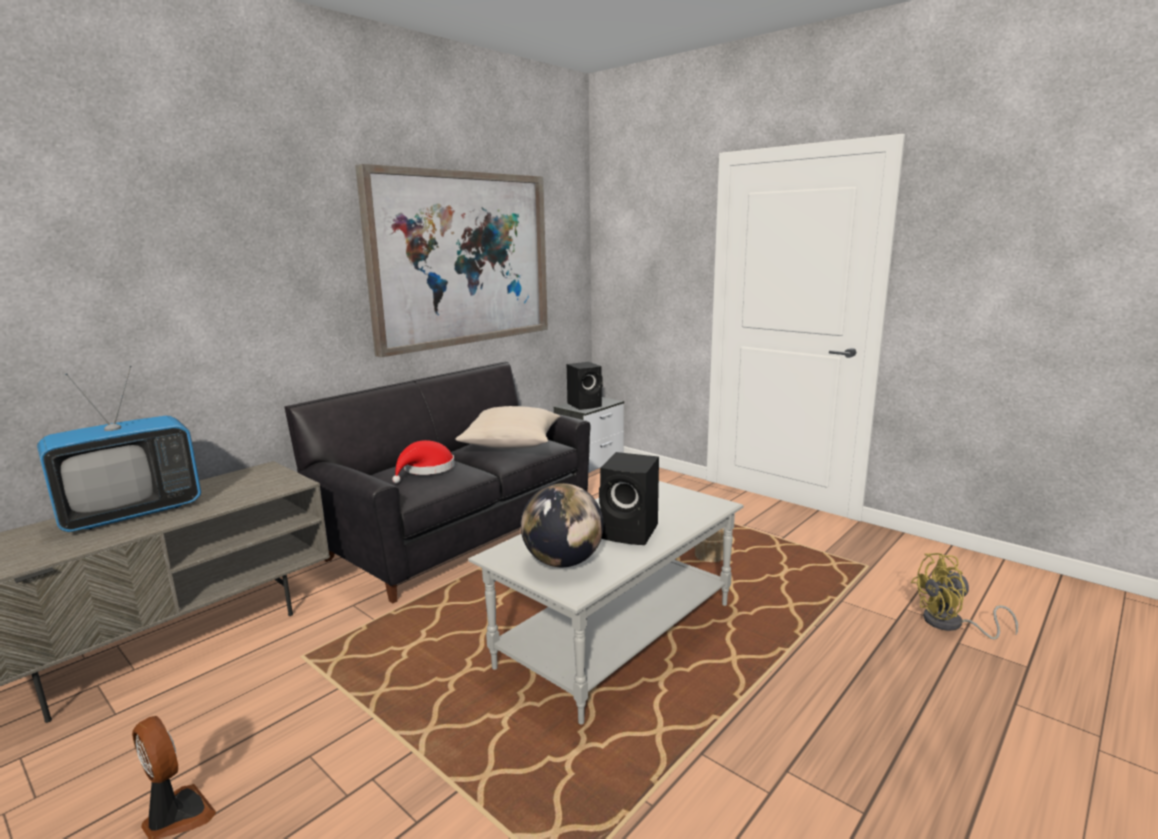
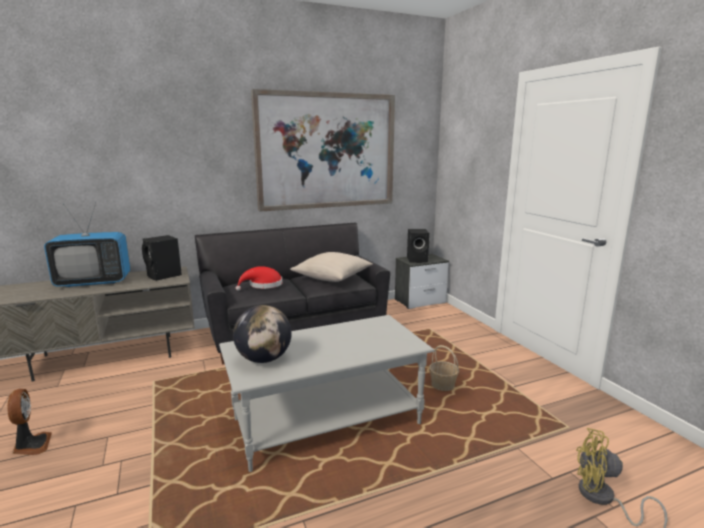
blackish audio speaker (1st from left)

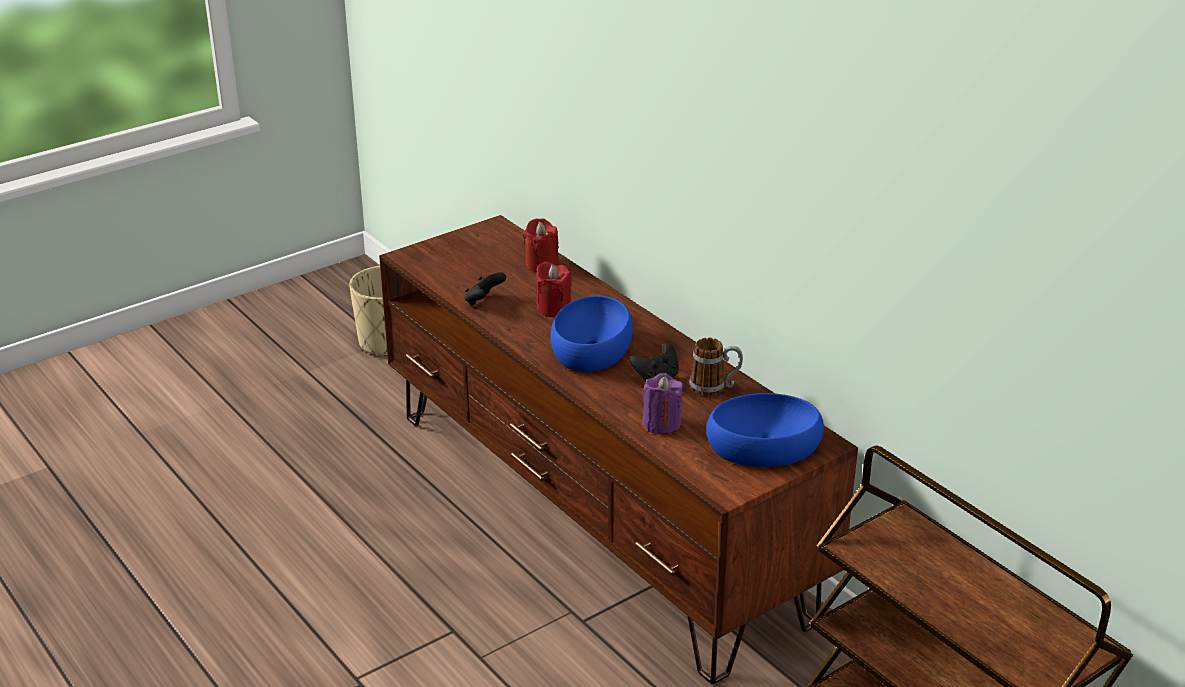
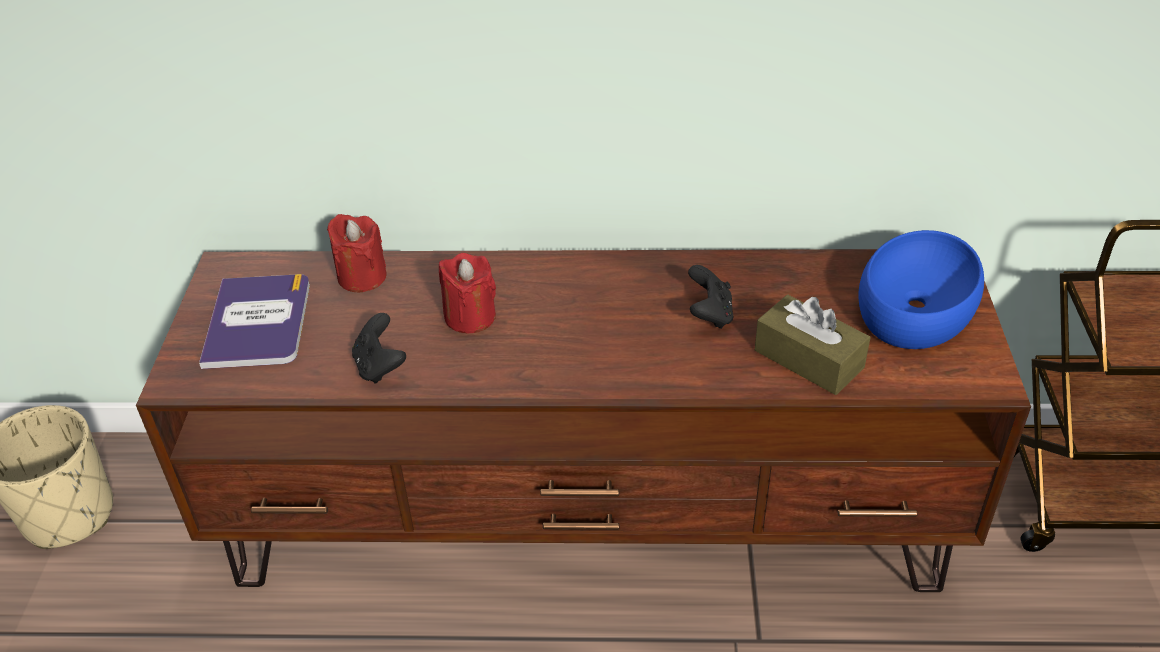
bound book; brown-coloured tissue box; bluish deep dish (1st from left in the first image); mug

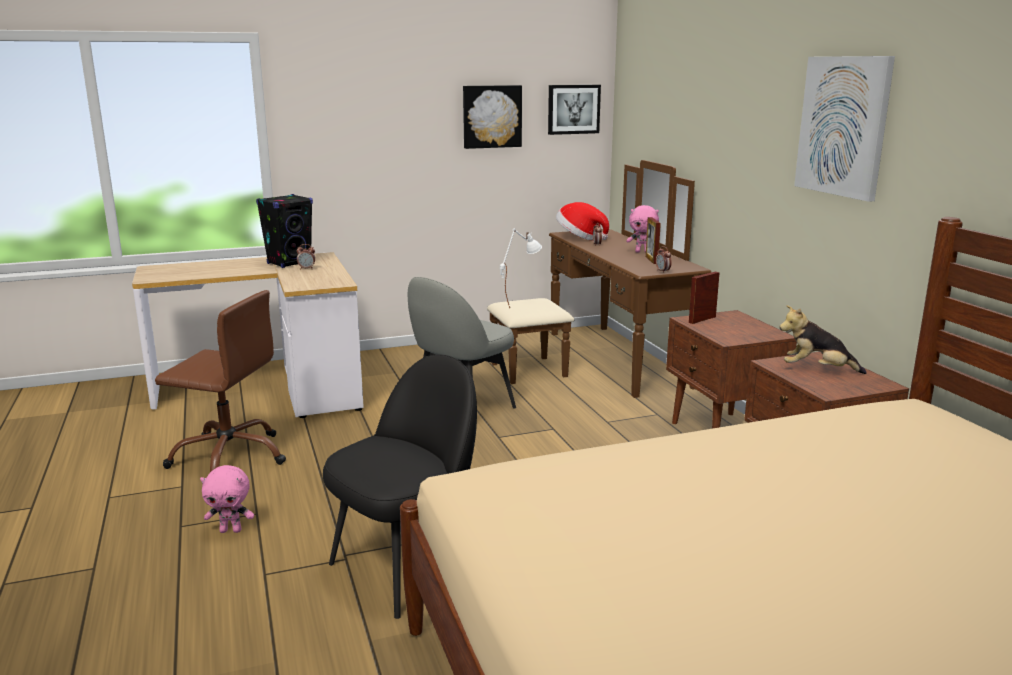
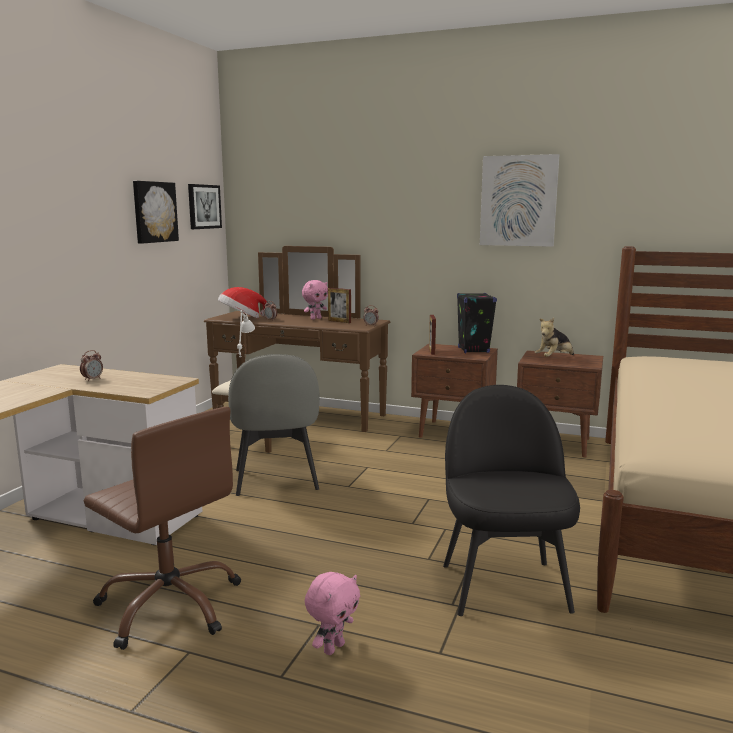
brown-coloured desk chair; blackish audio speaker

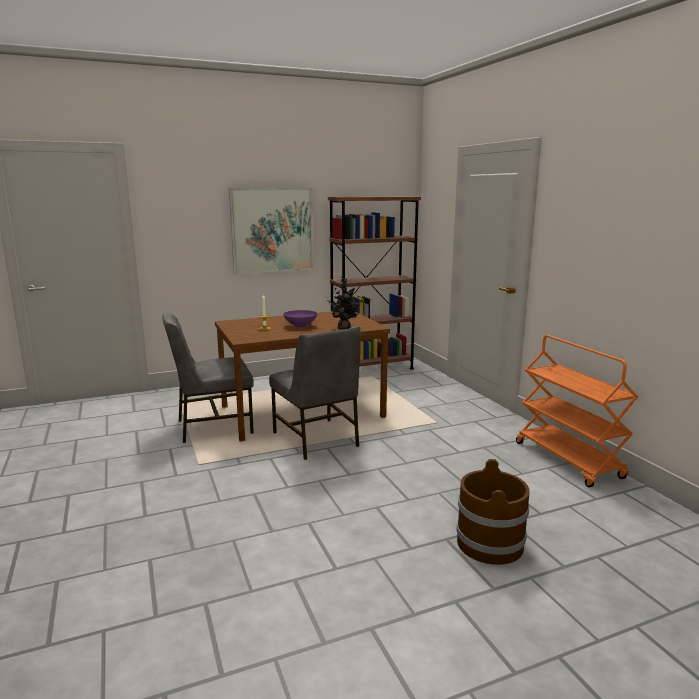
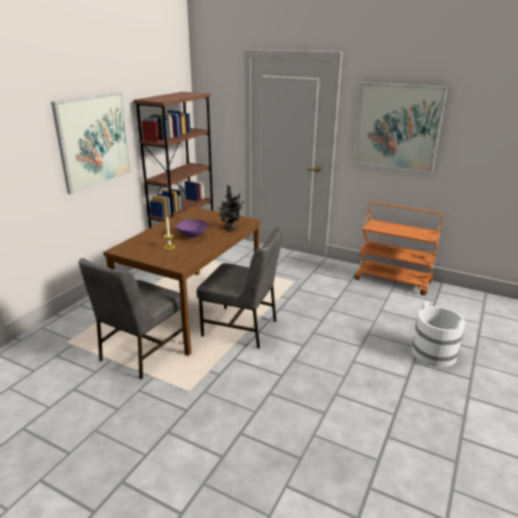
wall art (2nd from left); white water bucket

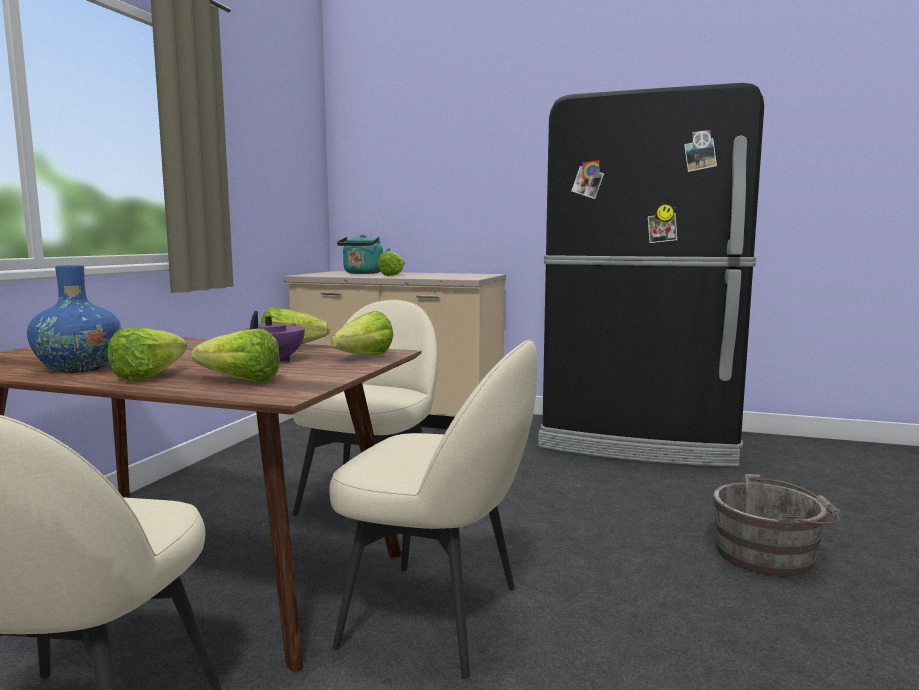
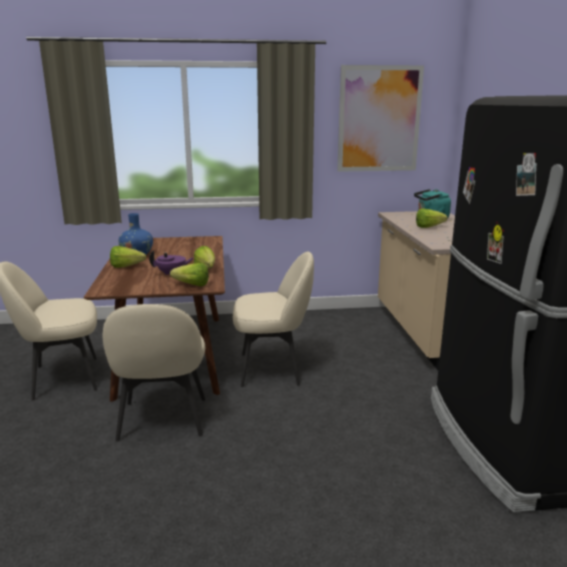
wall art; head of lettuce (2nd from left in the first image); grey water bucket

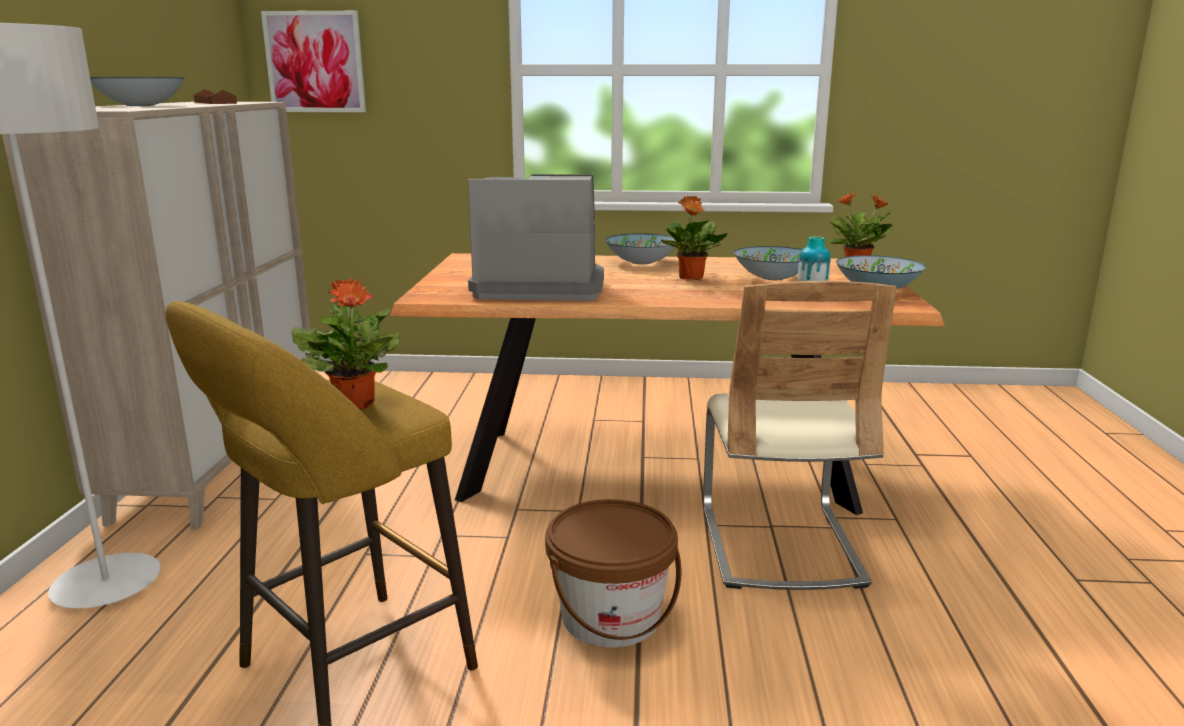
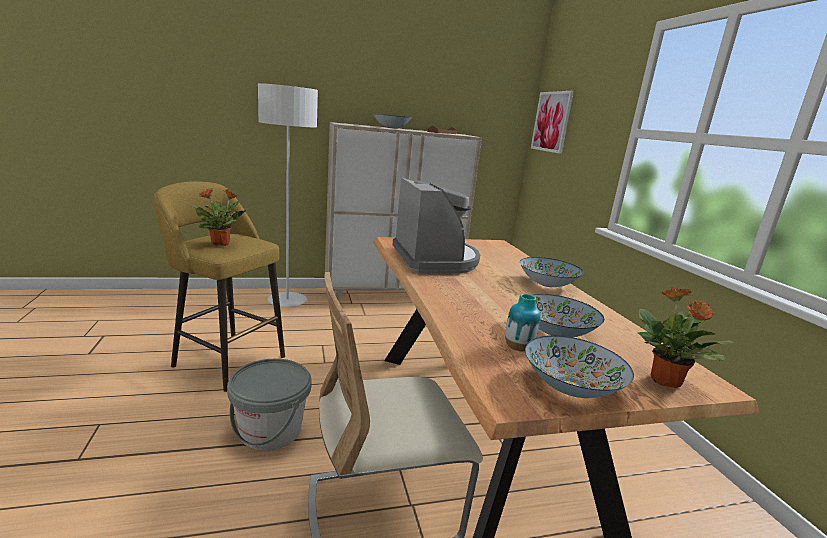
grey water bucket; houseplant (2nd from left in the first image)

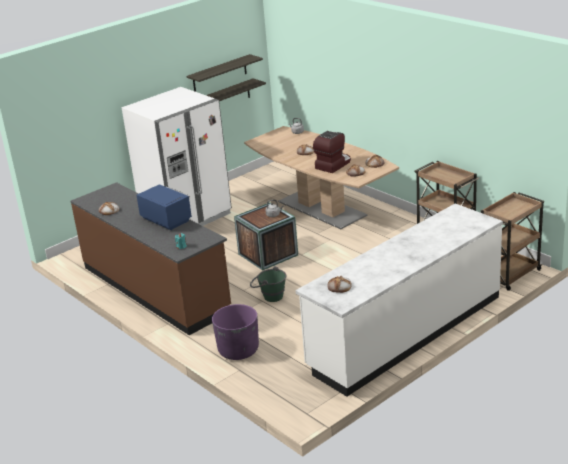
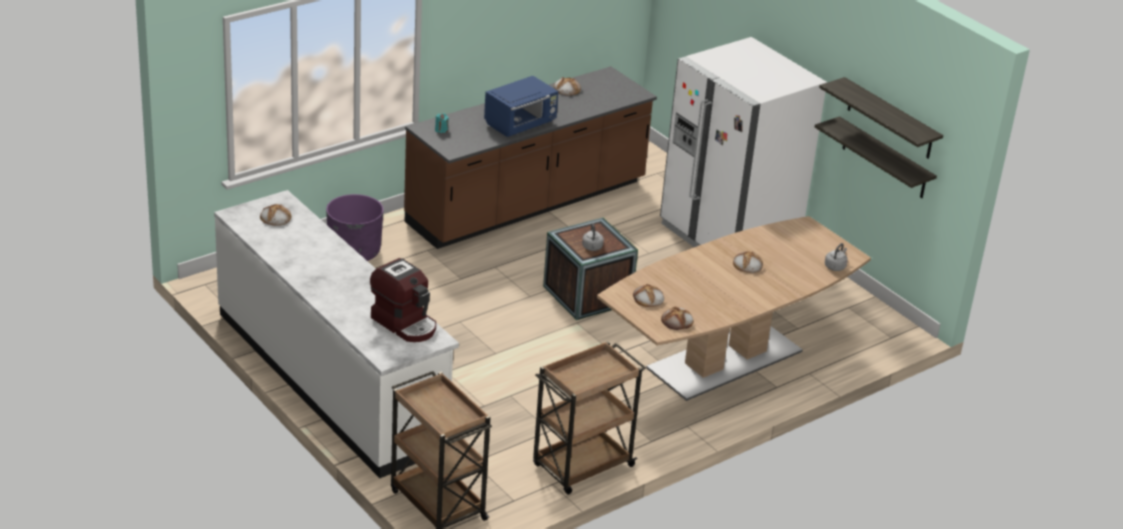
coffee machine; green-coloured water bucket

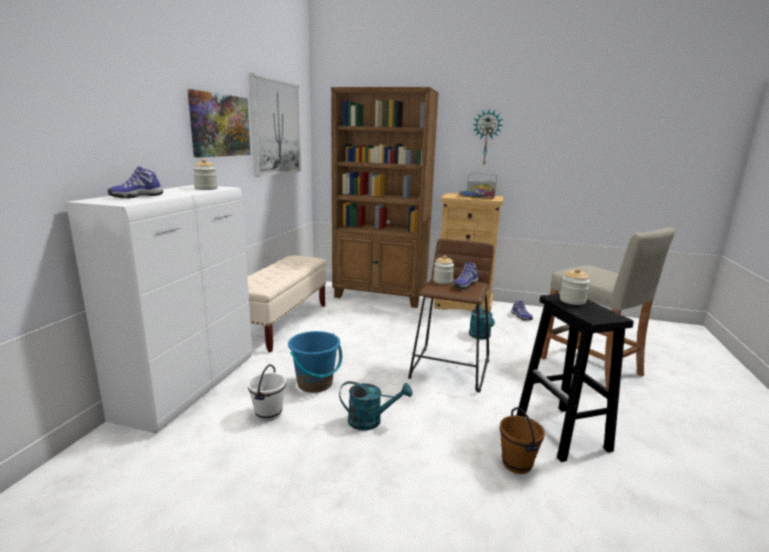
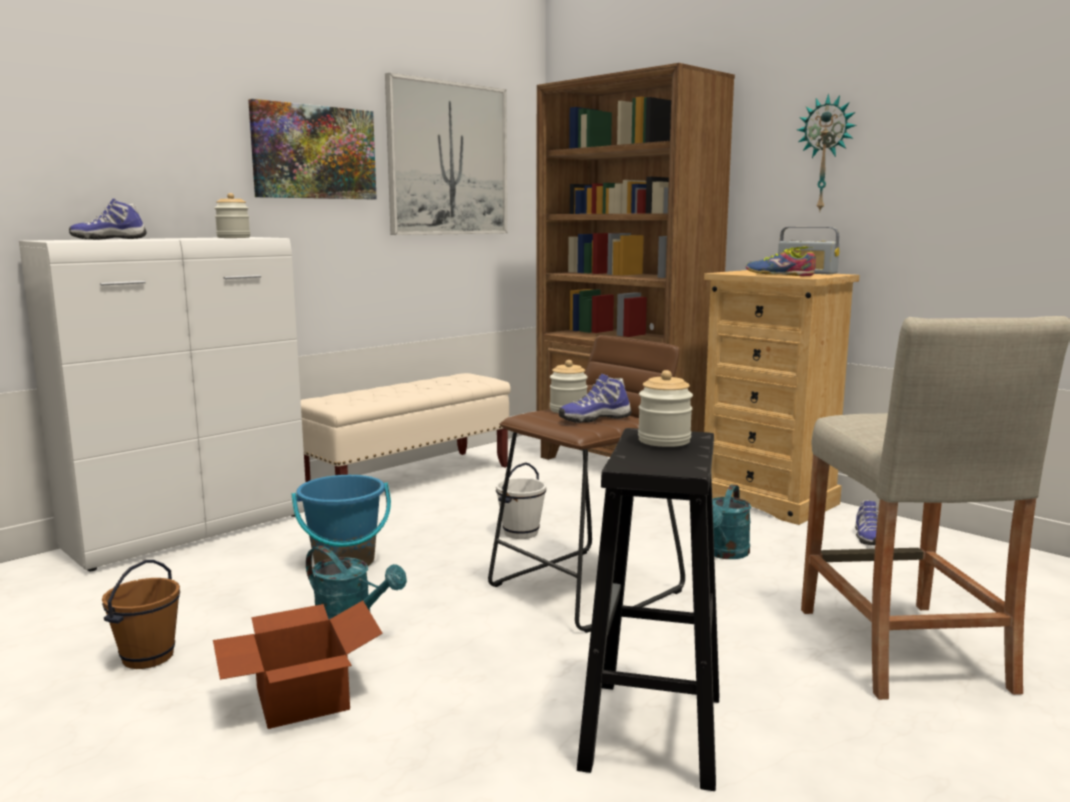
brown-coloured water bucket; cardboard box; white water bucket

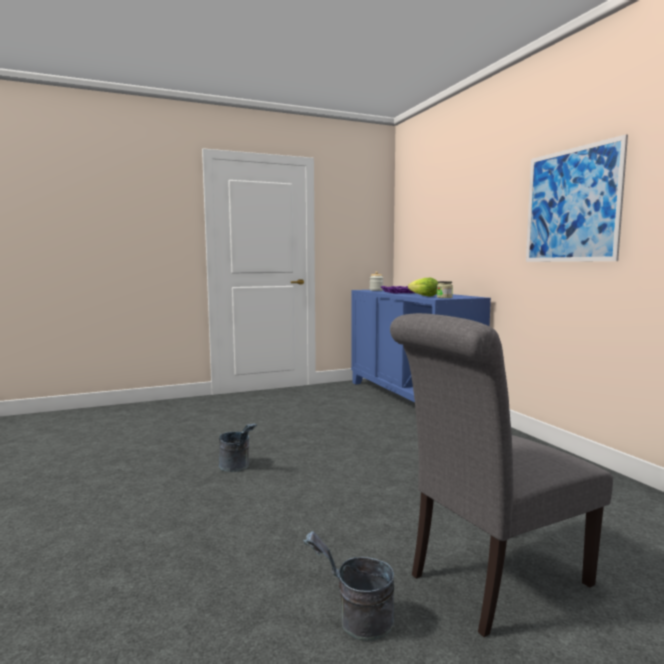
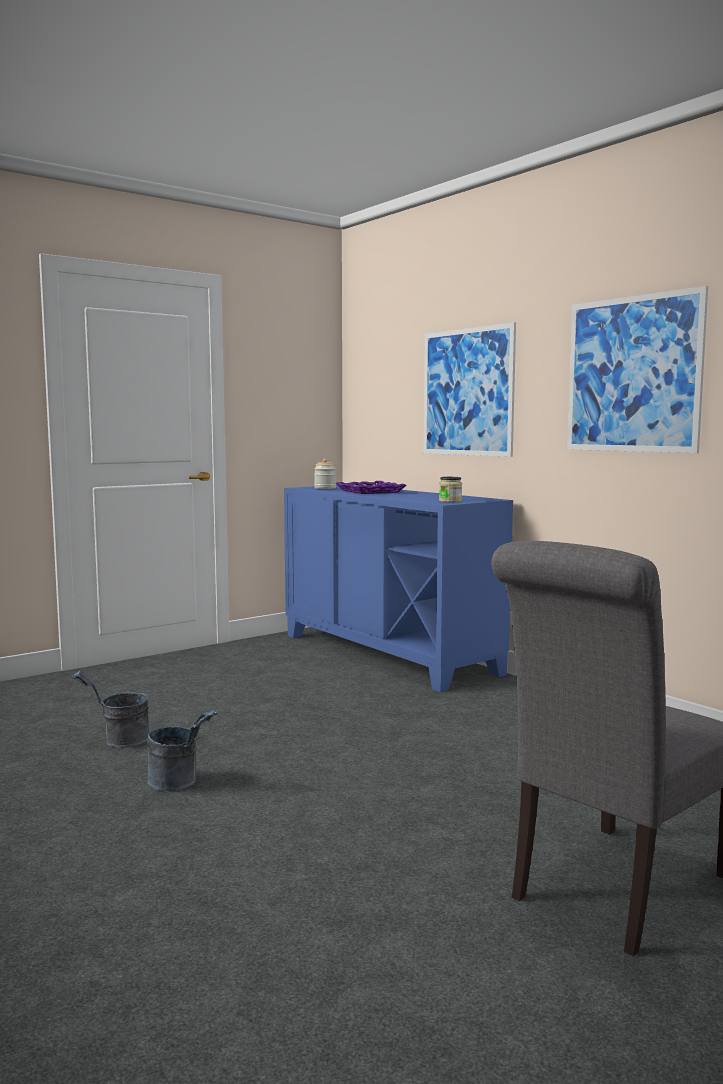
grey water bucket (1st from left); wall art (1st from left); head of lettuce

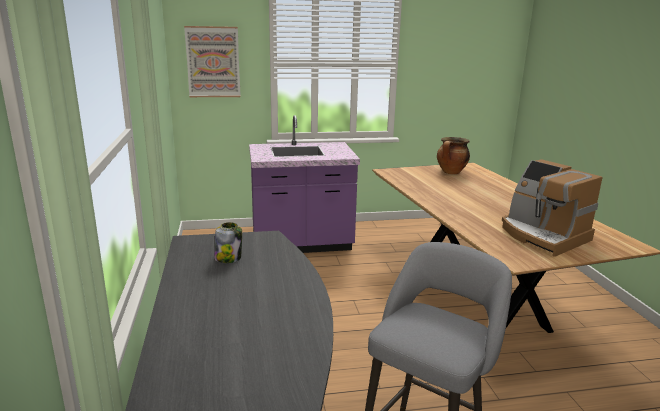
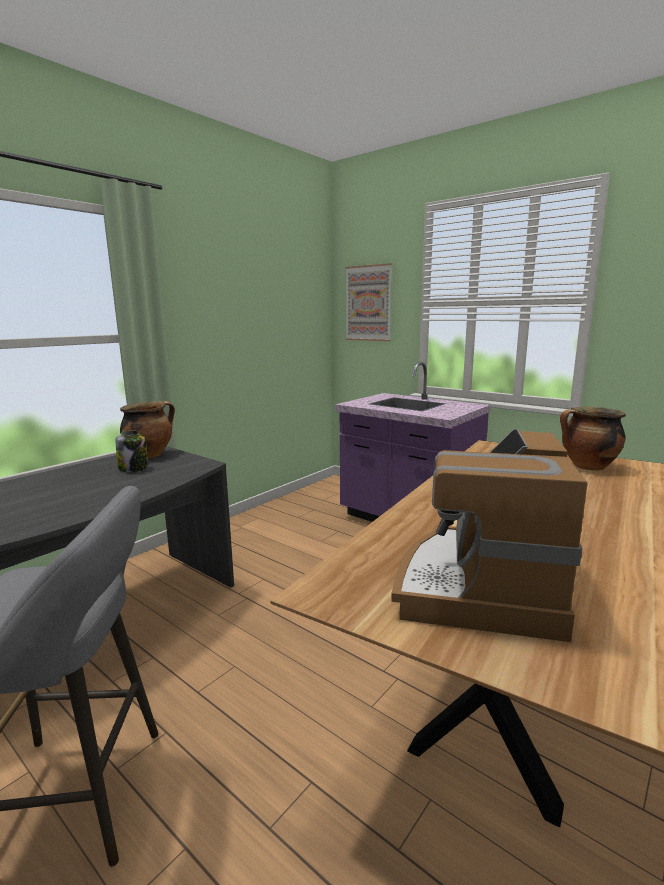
saucepot (1st from left)

